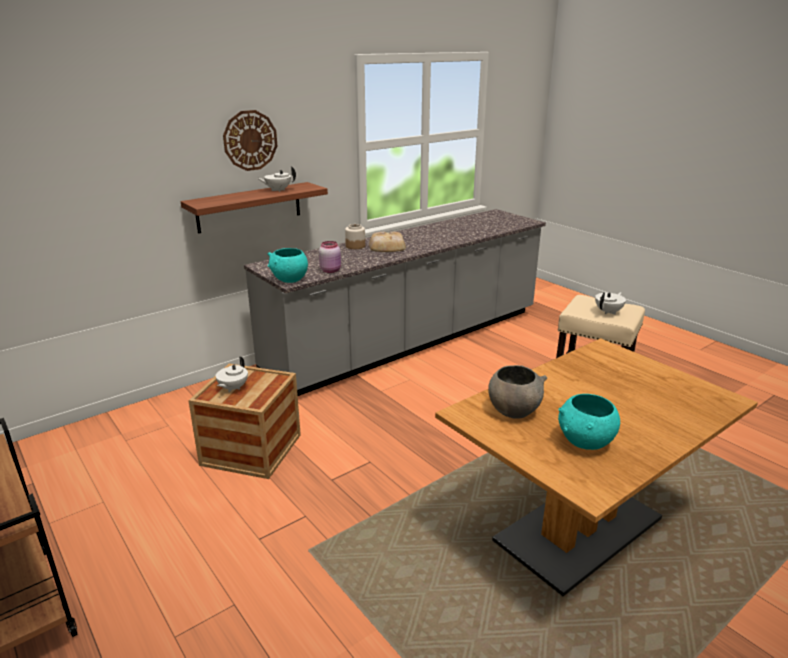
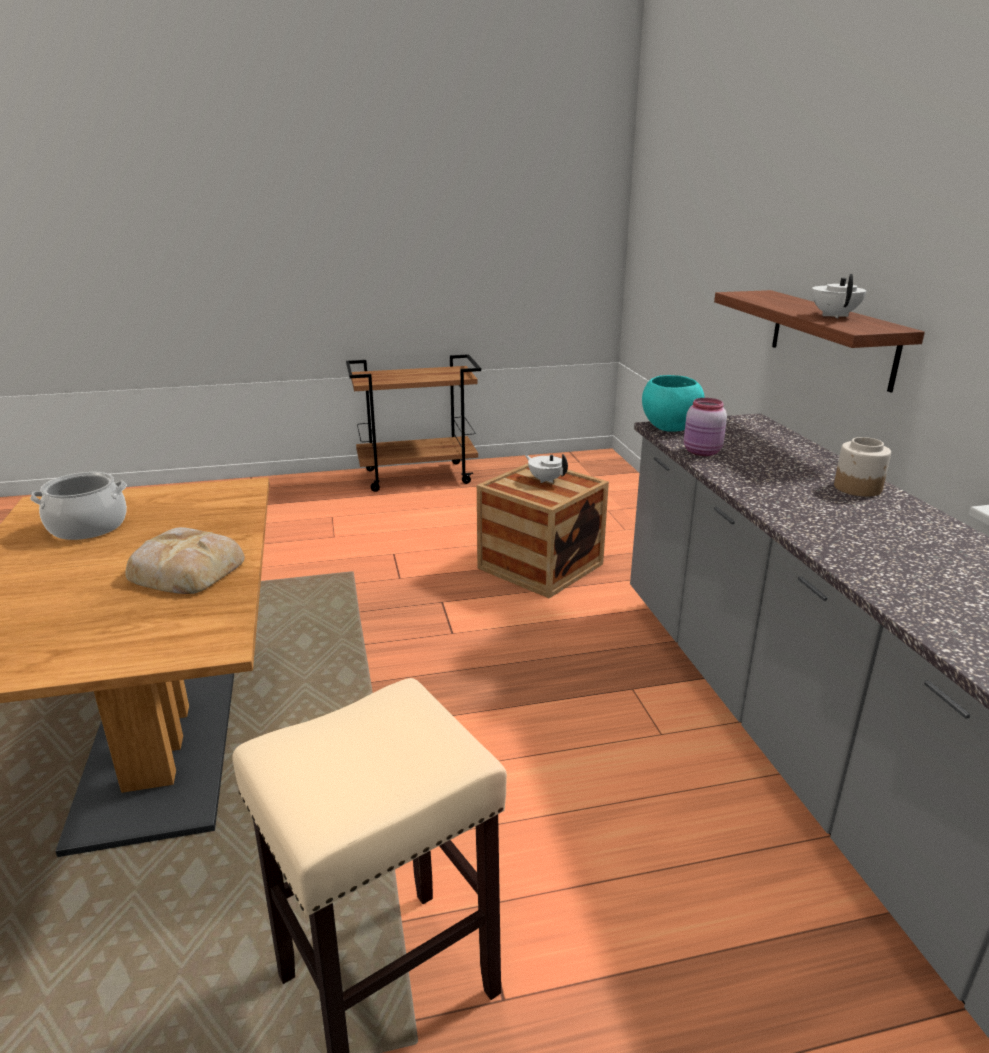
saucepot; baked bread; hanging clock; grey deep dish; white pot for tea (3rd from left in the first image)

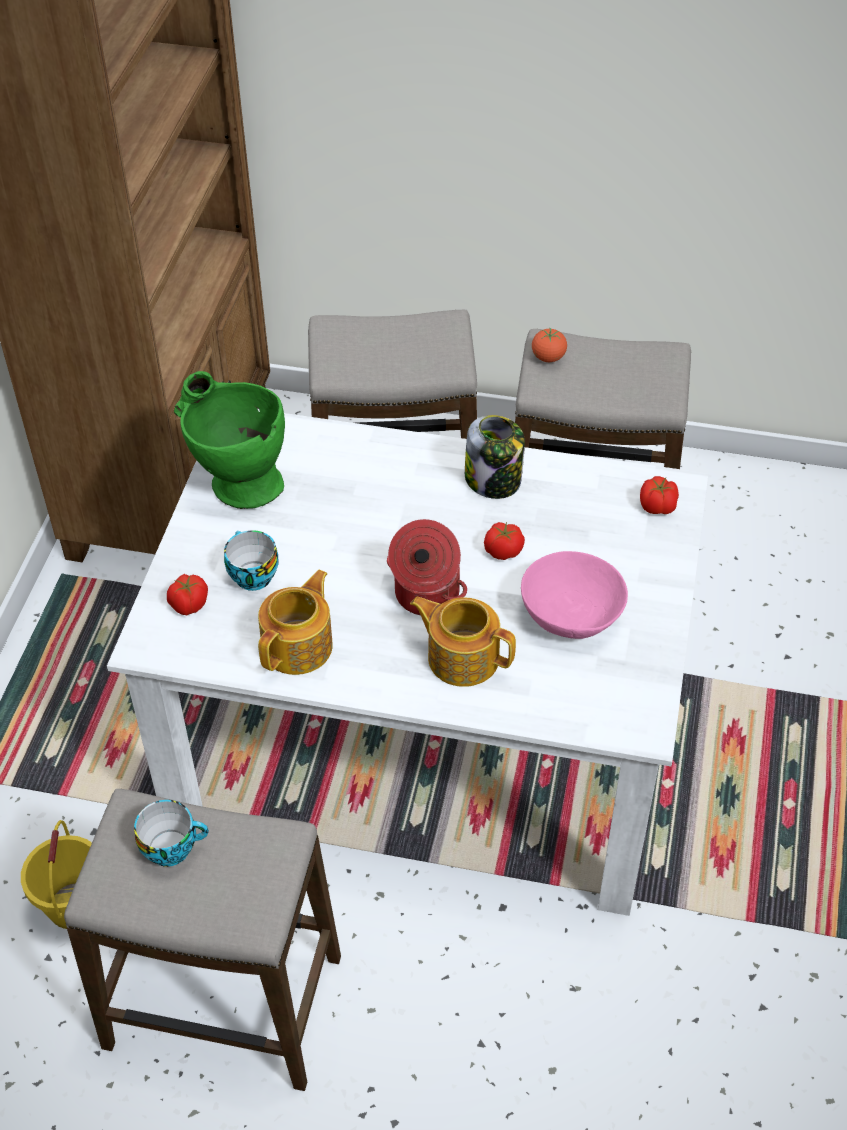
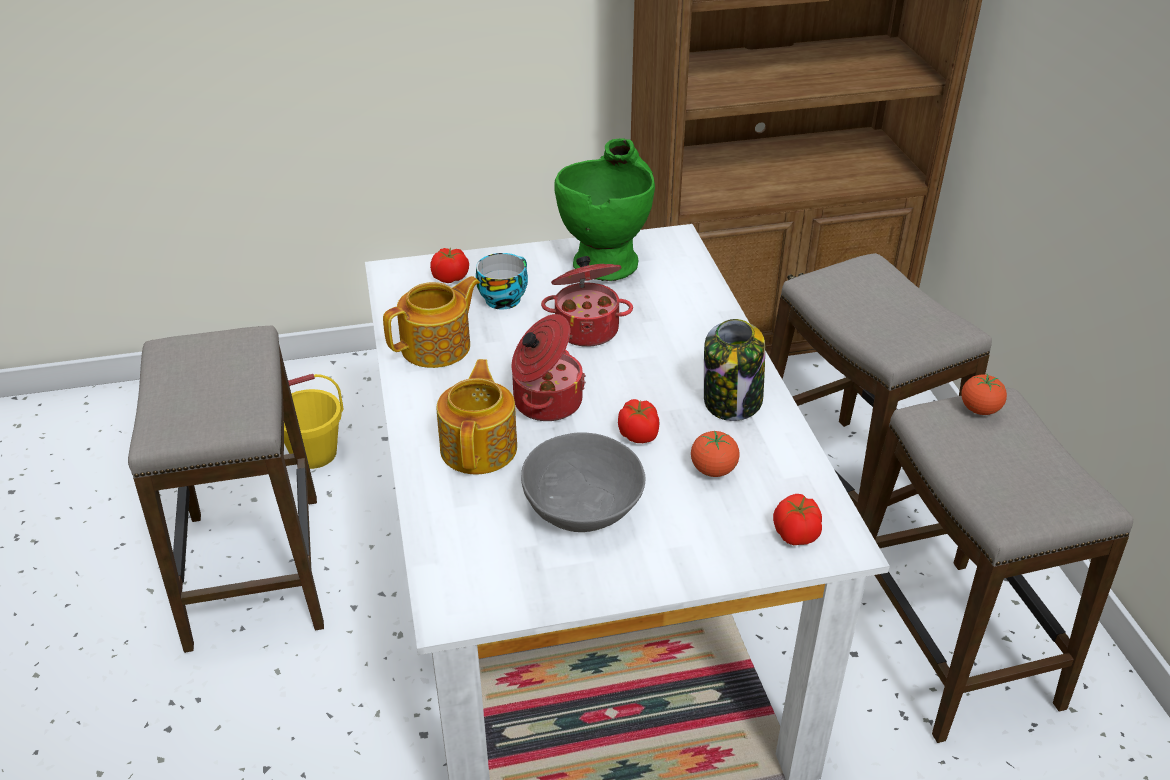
pot for tea (1st from left); grey deep dish; saucepot (2nd from left); fresh tomato (3rd from left); drinking cup (1st from left in the first image)

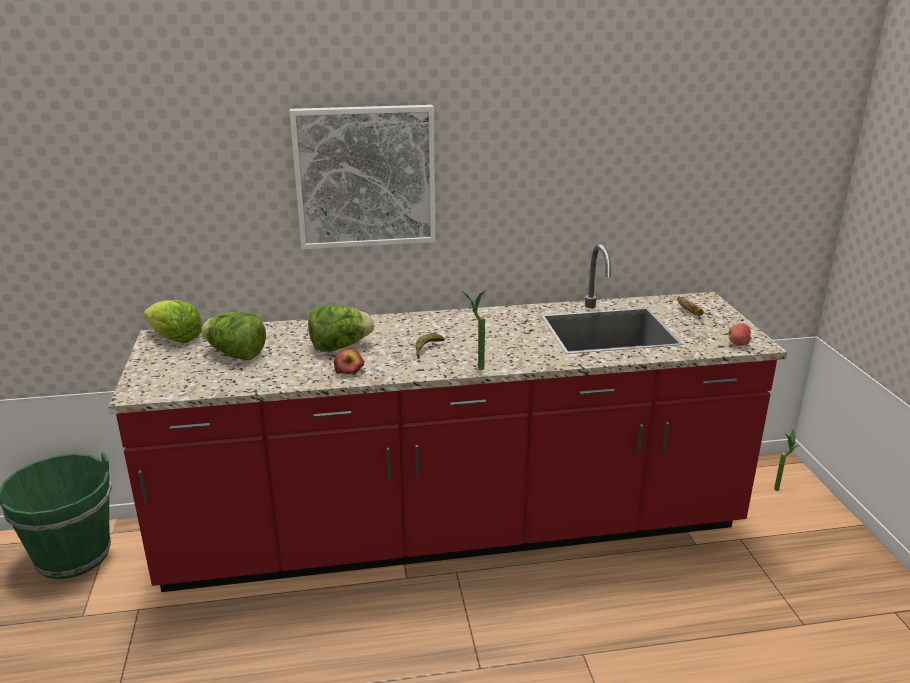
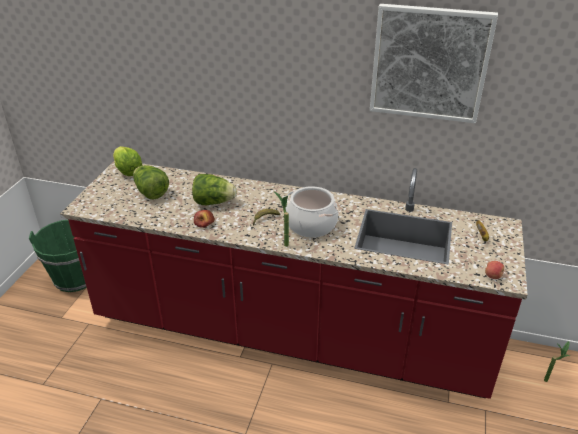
saucepot; wall art

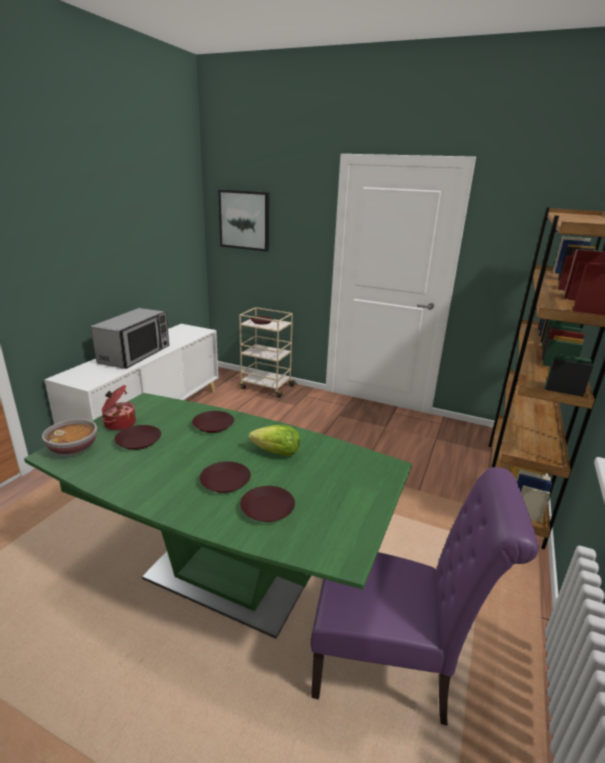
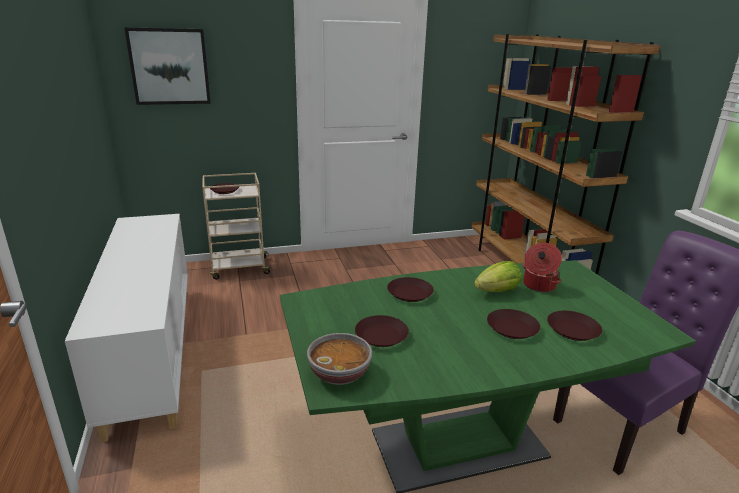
saucepot; microwave oven

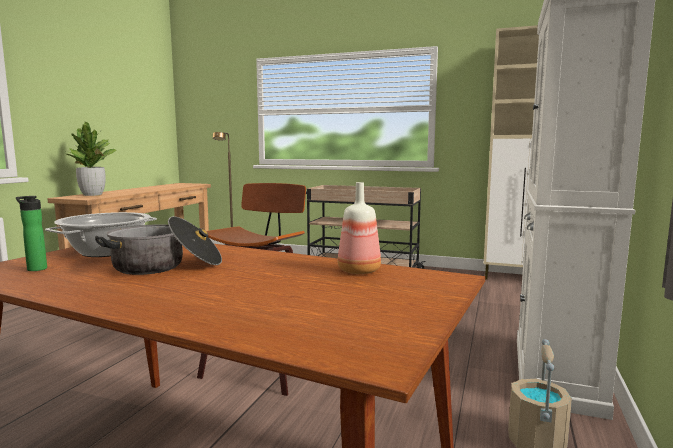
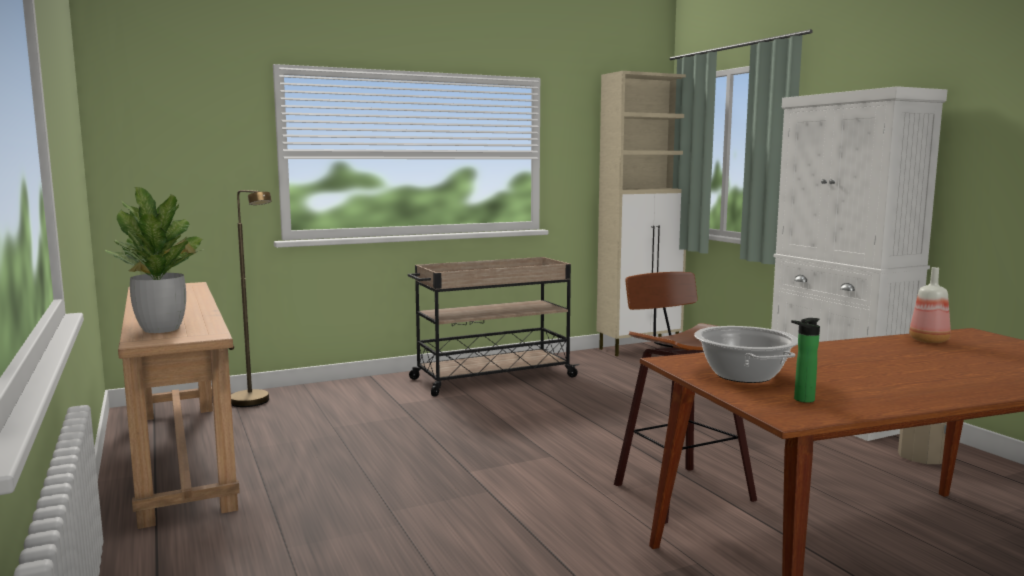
saucepot (2nd from left in the first image)

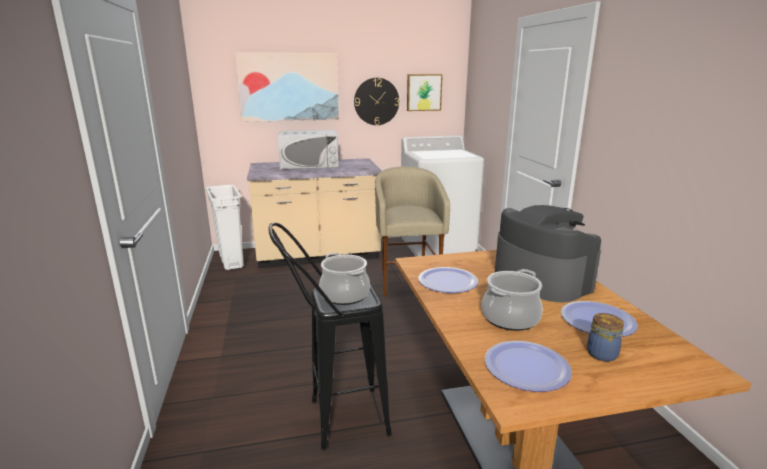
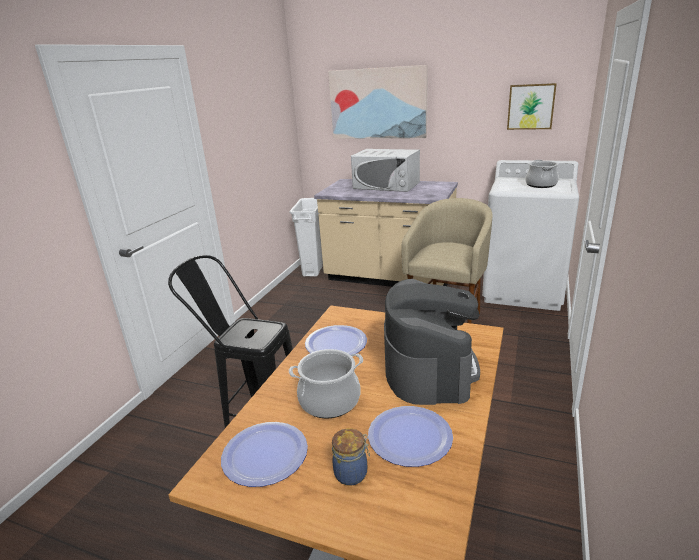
saucepot (2nd from left); hanging clock

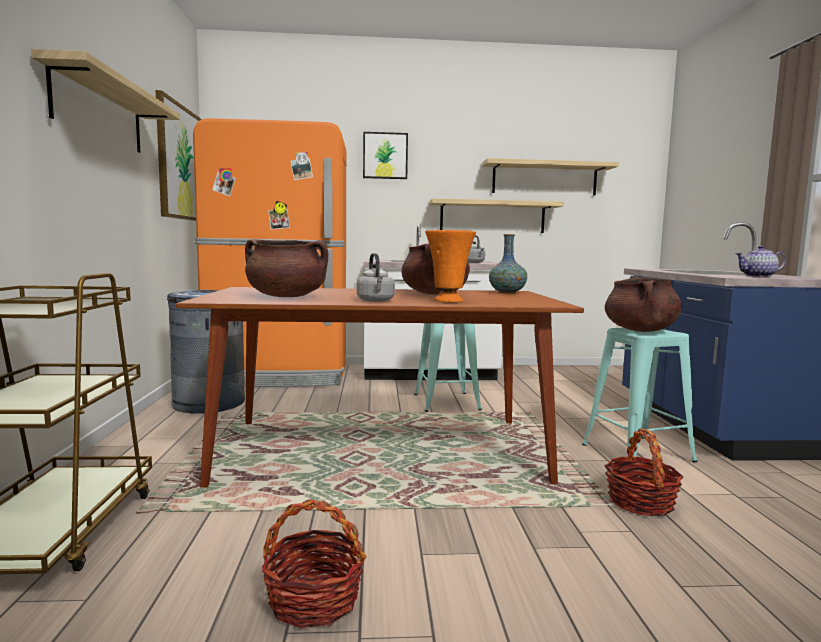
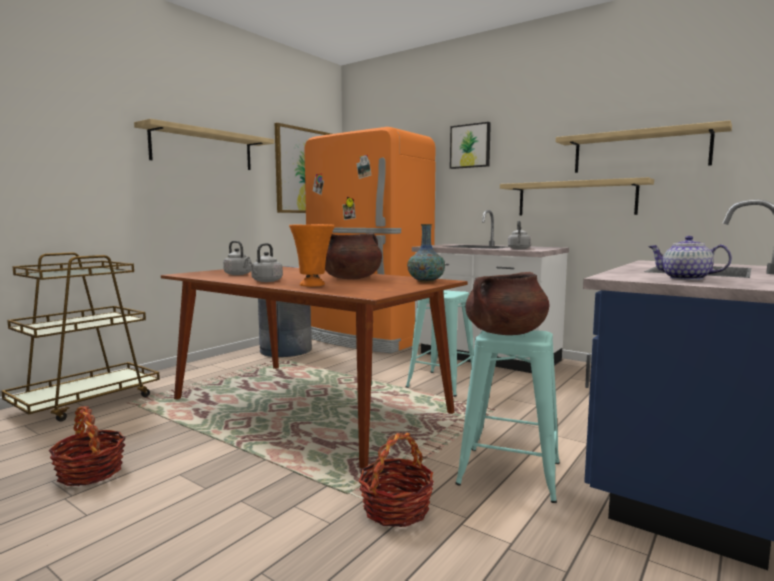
grey kettle (1st from left)

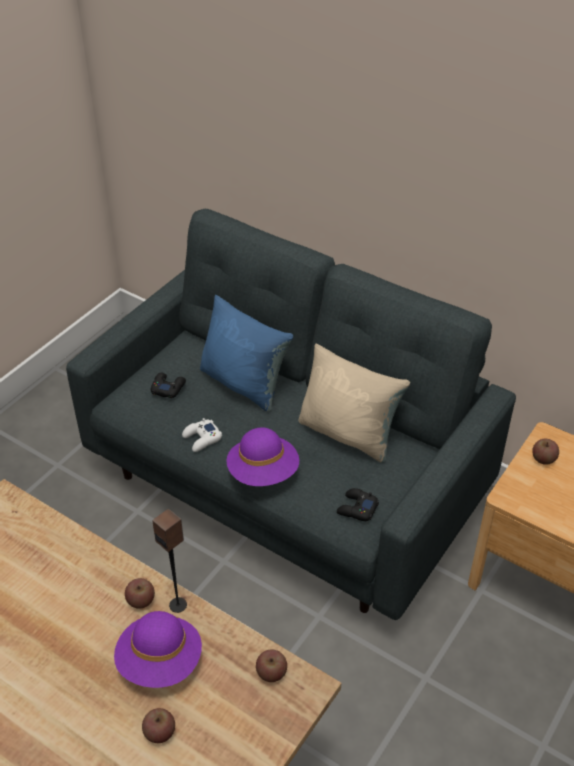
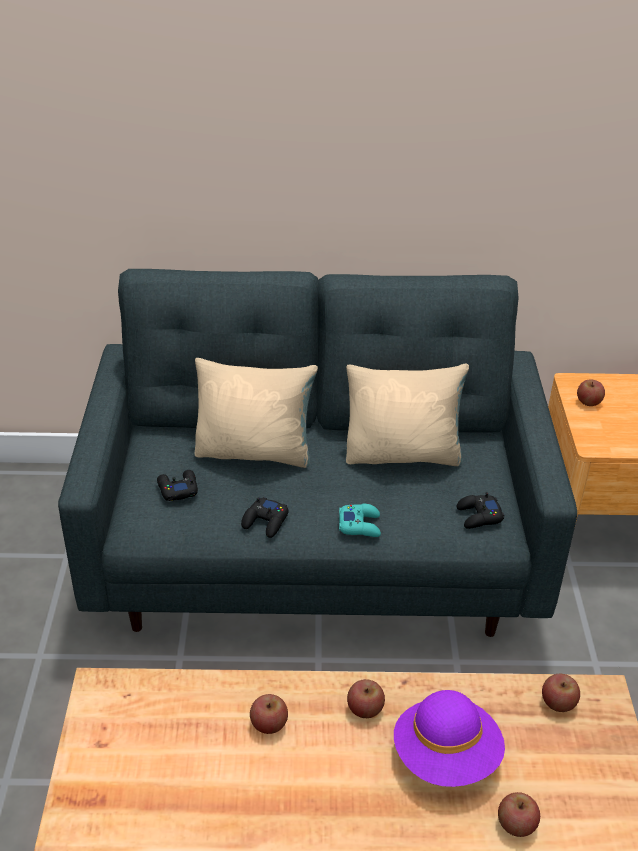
sand-coloured cushion (1st from left); blackish game controller (2nd from left); apple (1st from left); blue-green game controller; audio speaker

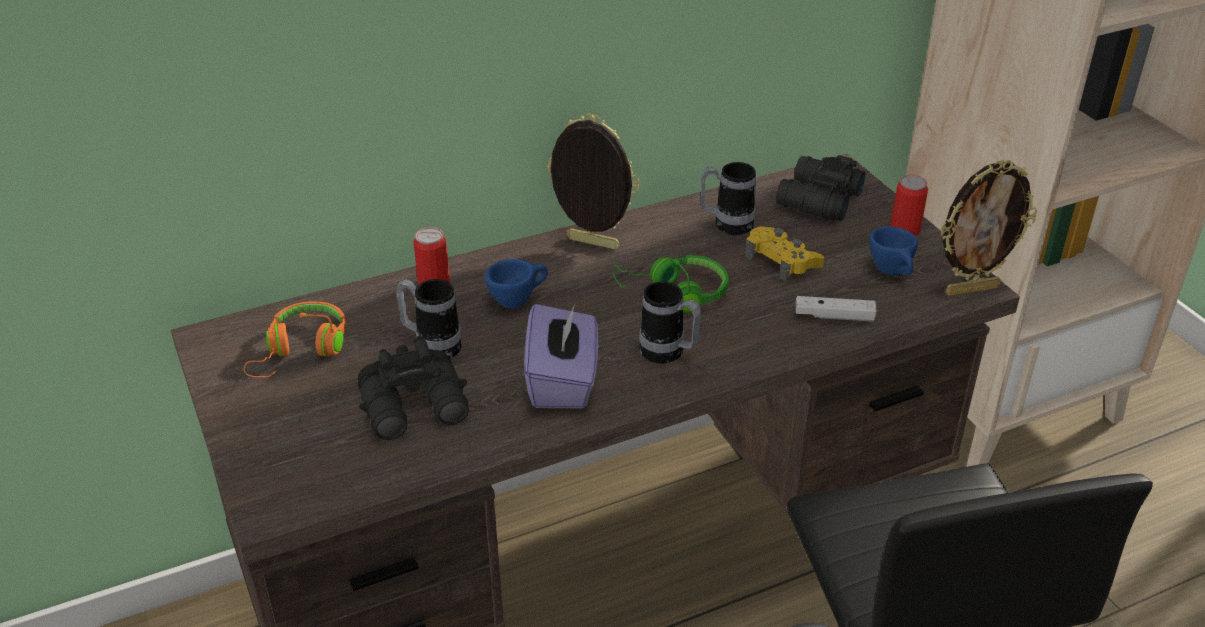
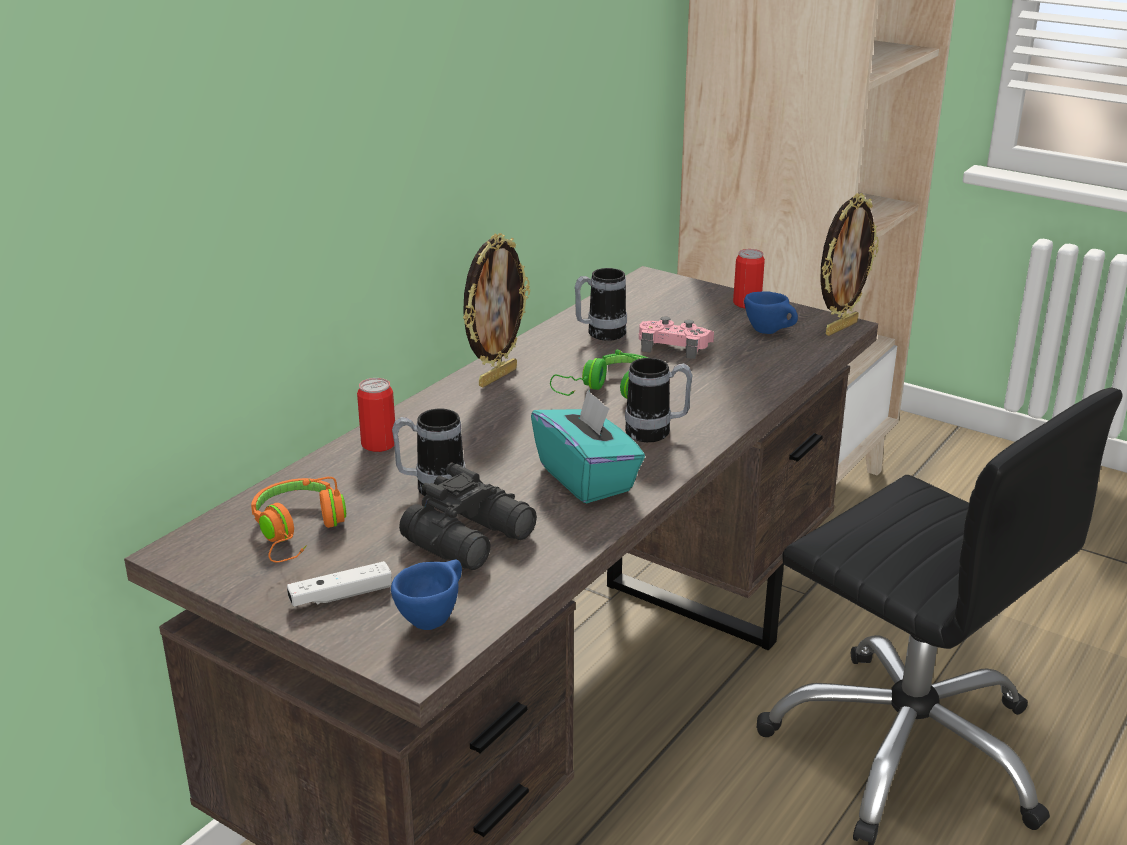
white game controller; bluish drinking cup (1st from left); picture frame (1st from left); blue-green tissue box; pink game controller; blackish binoculars (2nd from left in the first image)

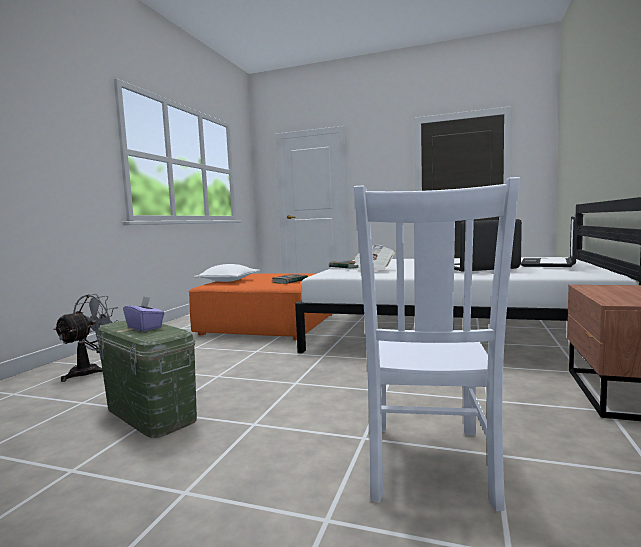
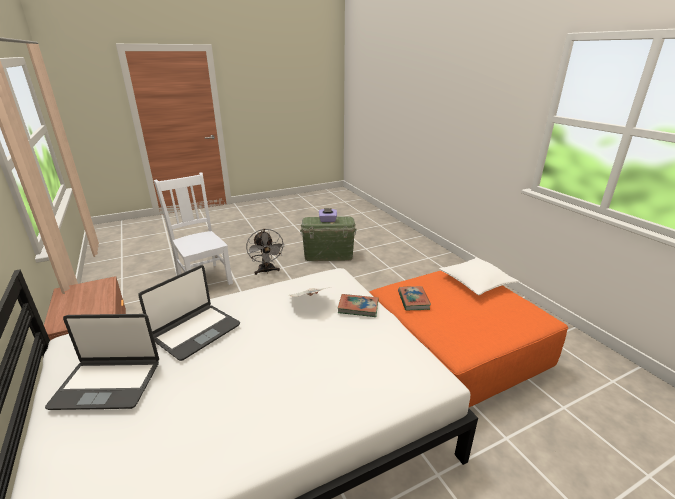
portable computer (1st from left); grey electric fan

